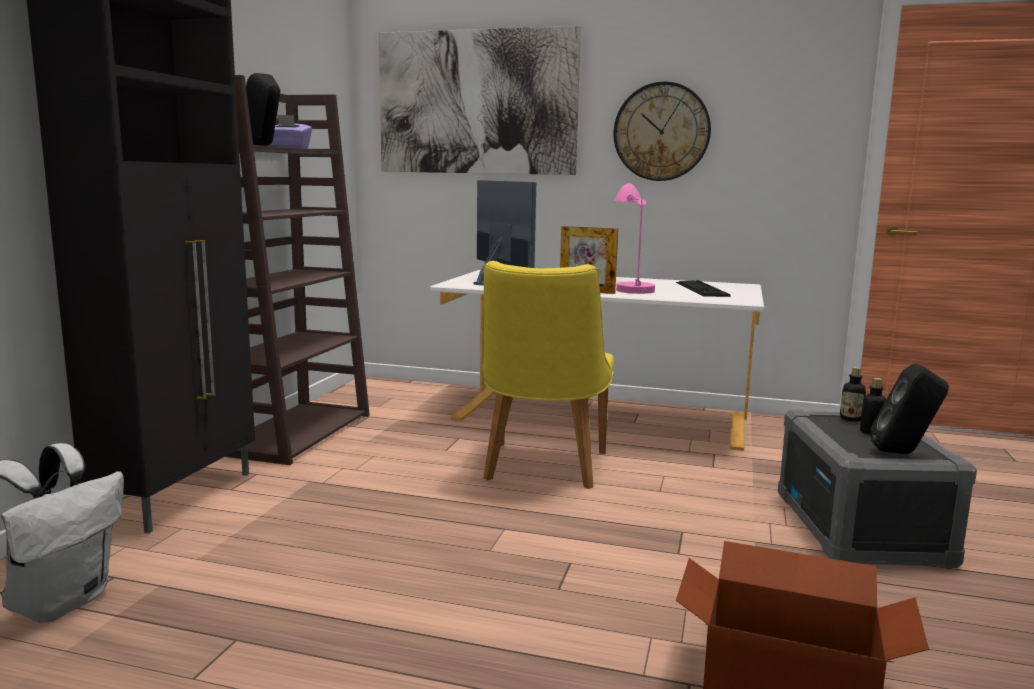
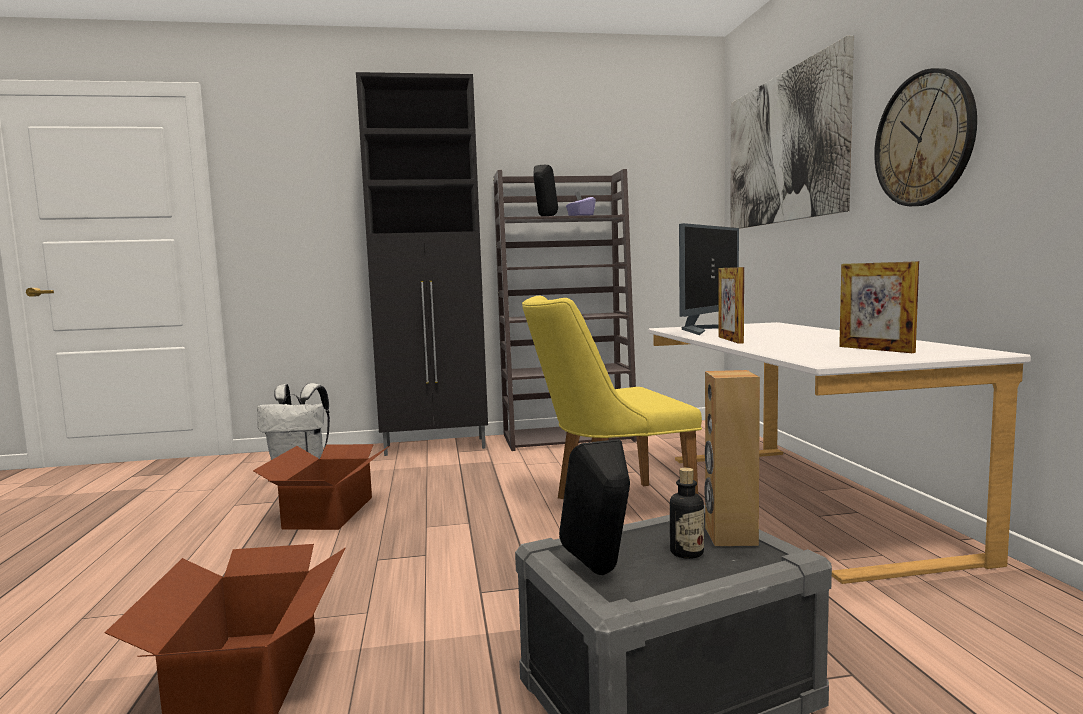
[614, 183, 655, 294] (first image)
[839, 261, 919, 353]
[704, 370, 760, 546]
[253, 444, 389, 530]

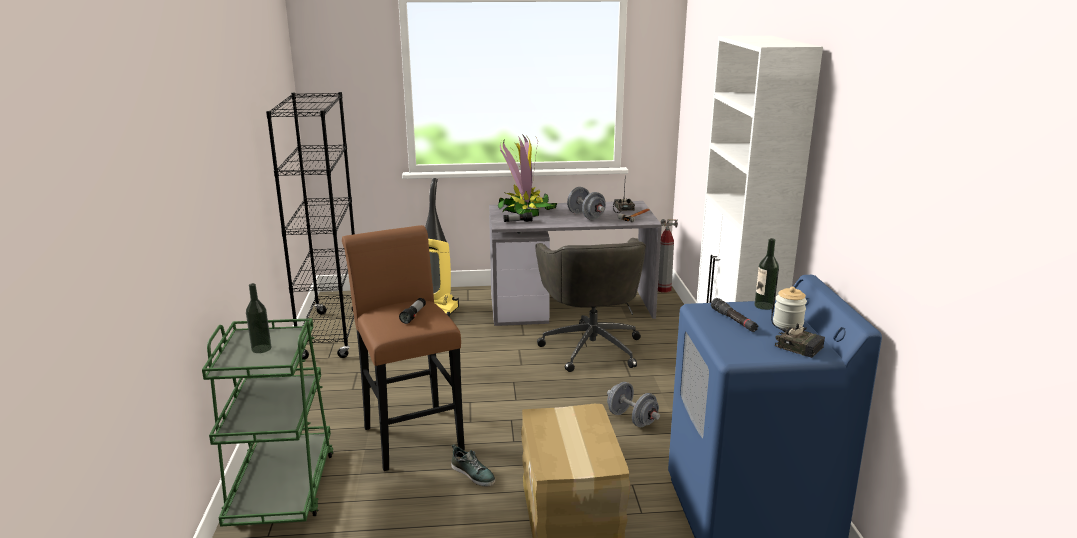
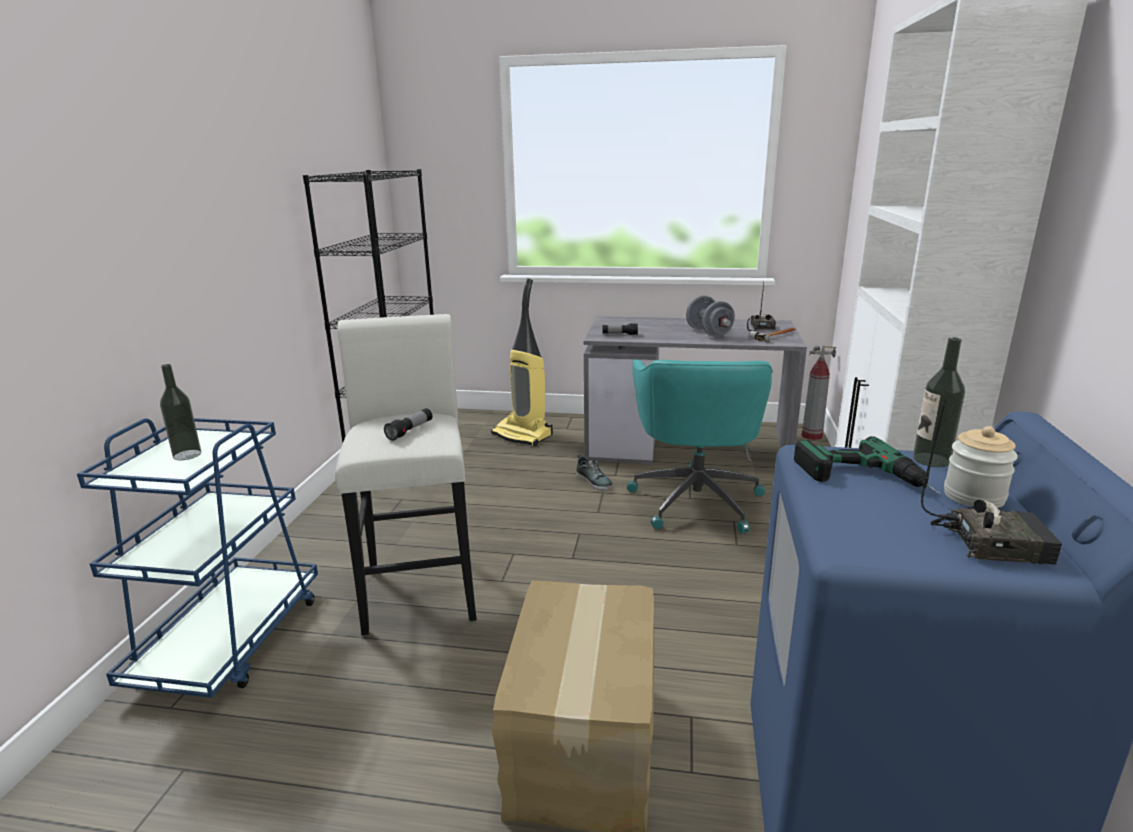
[77, 418, 318, 698]
[335, 314, 477, 635]
[576, 454, 612, 491]
[498, 133, 557, 217] (first image)
[627, 359, 773, 533]
[607, 382, 660, 427] (first image)
[794, 436, 941, 495]
[921, 400, 1062, 565]

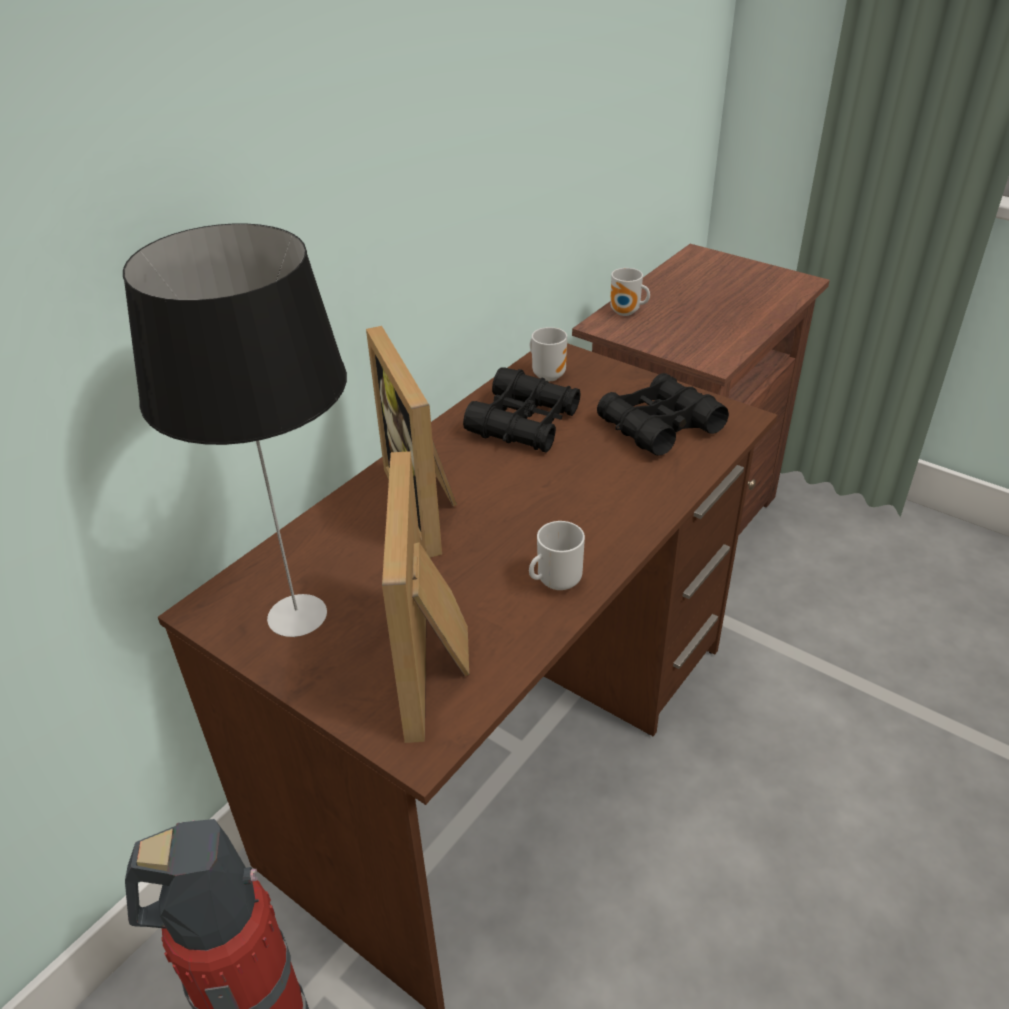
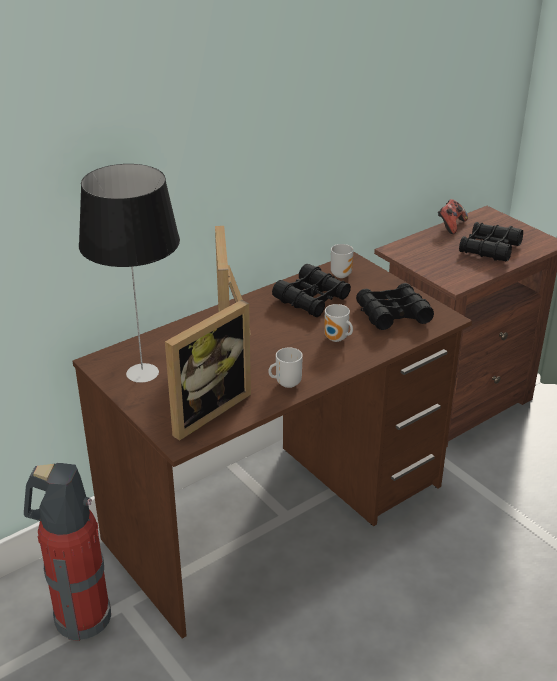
[165, 300, 251, 441]
[324, 304, 353, 342]
[438, 199, 468, 234]
[459, 222, 523, 261]

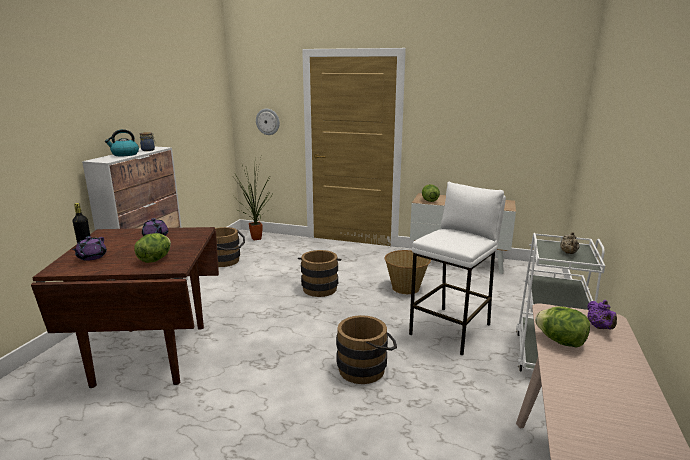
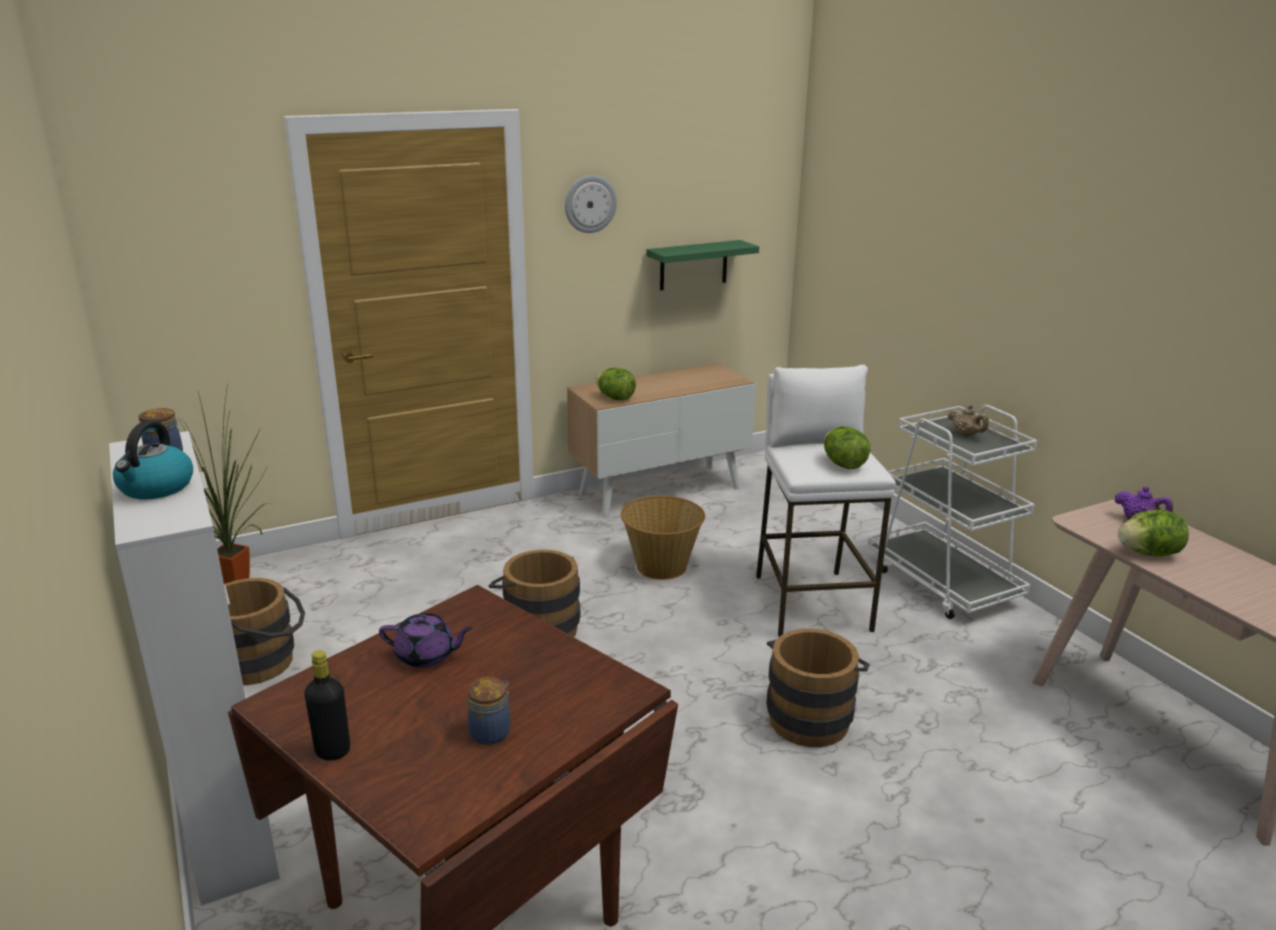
[73, 236, 107, 261] (first image)
[824, 426, 871, 469]
[565, 175, 617, 233]
[467, 677, 511, 745]
[647, 240, 759, 290]

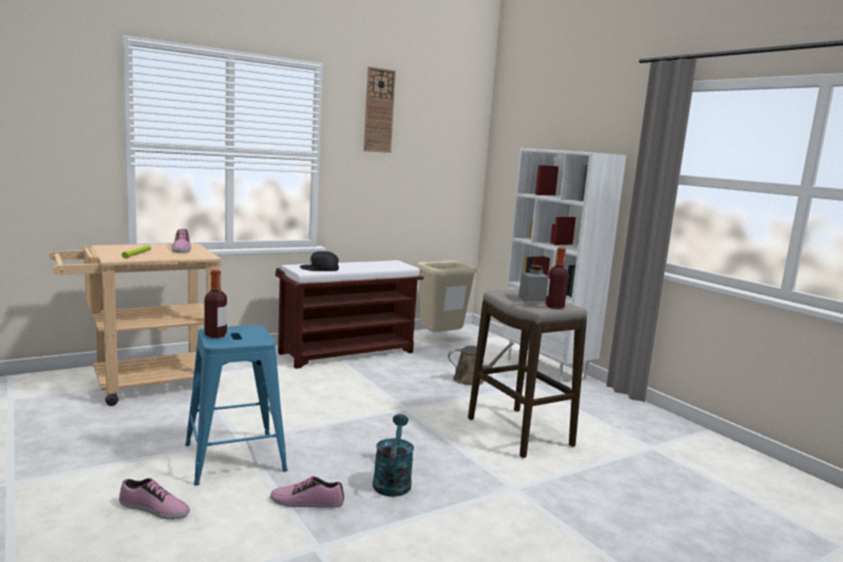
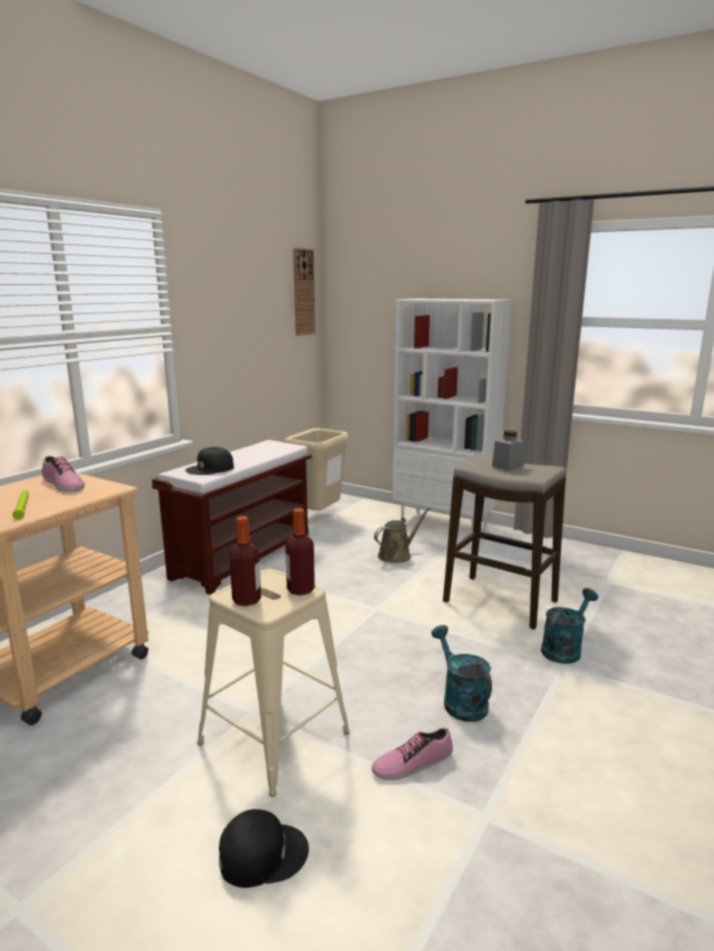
[219, 809, 309, 888]
[197, 569, 350, 797]
[293, 248, 316, 336]
[285, 508, 315, 596]
[541, 588, 598, 664]

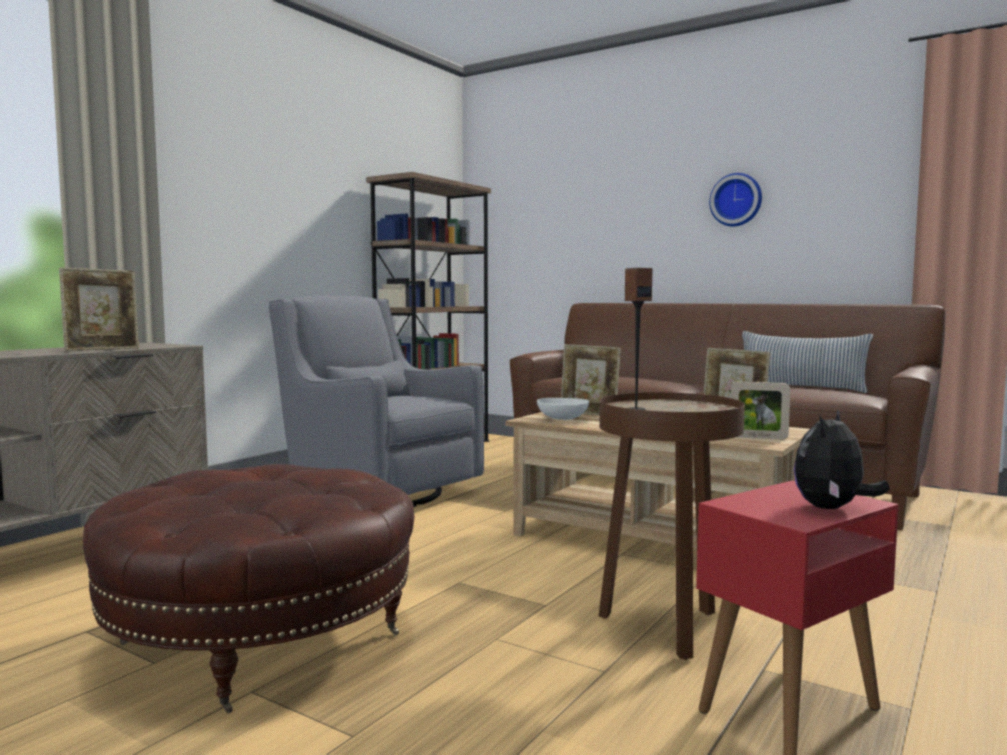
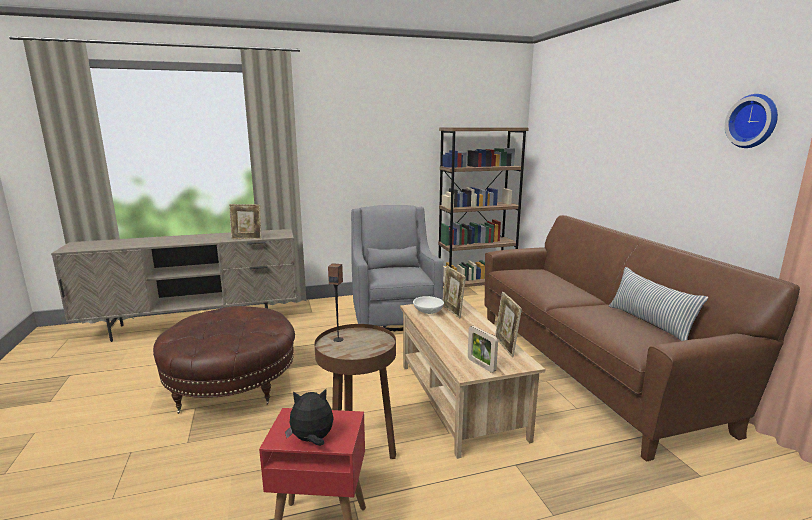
[725, 94, 778, 148]

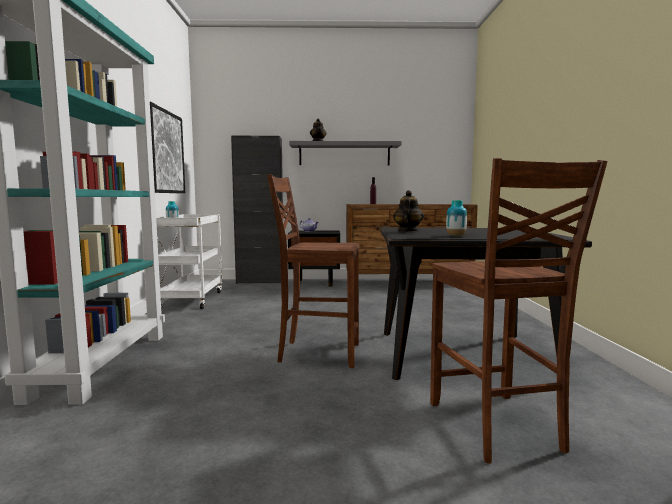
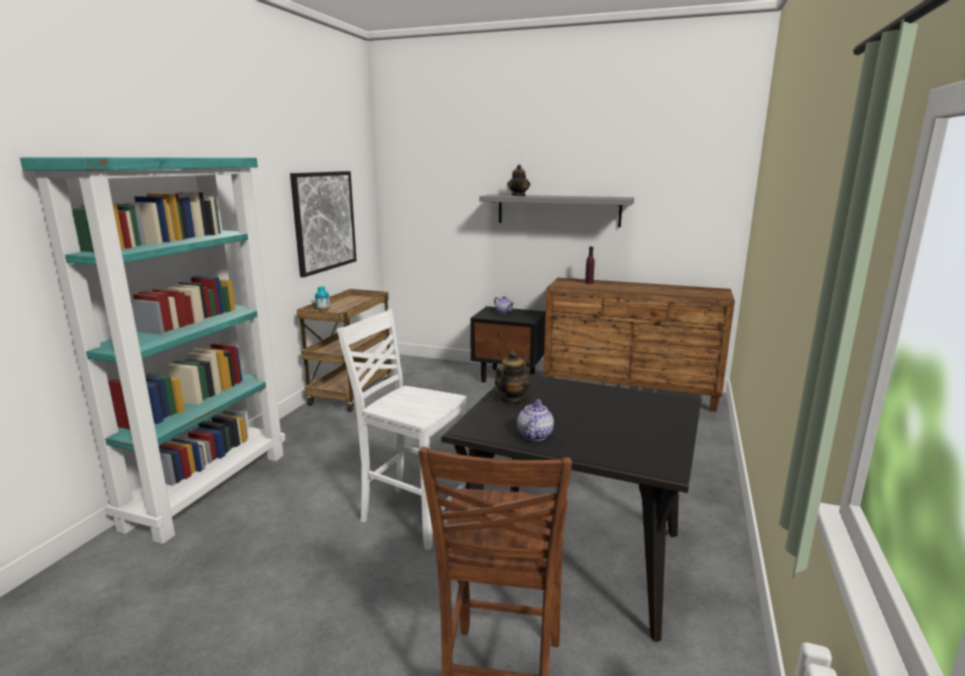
[297, 289, 392, 412]
[231, 136, 283, 284] (first image)
[337, 309, 467, 550]
[517, 400, 554, 441]

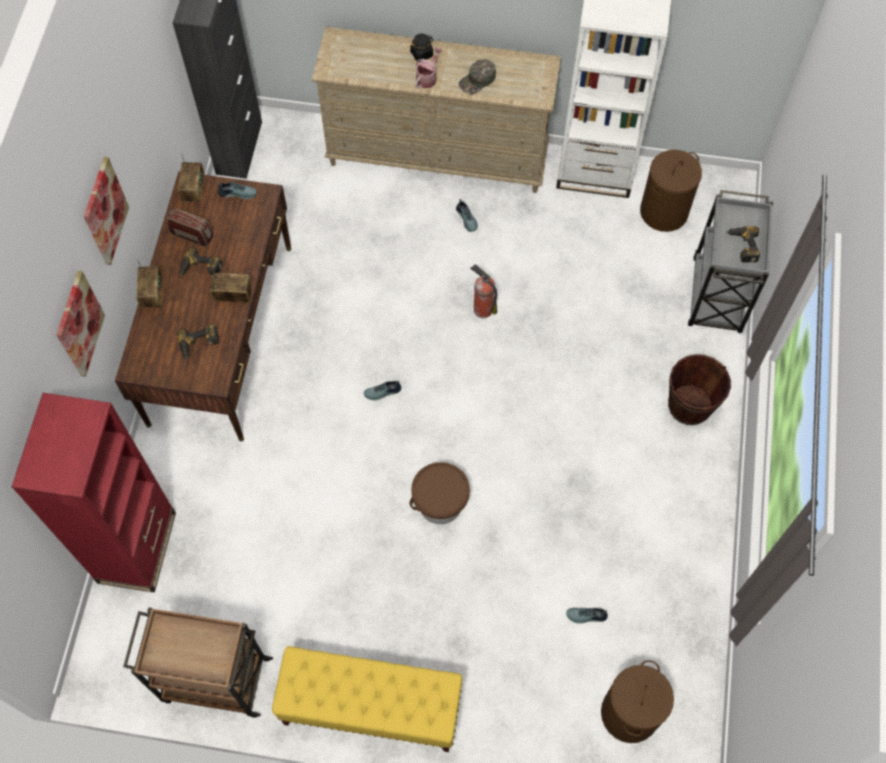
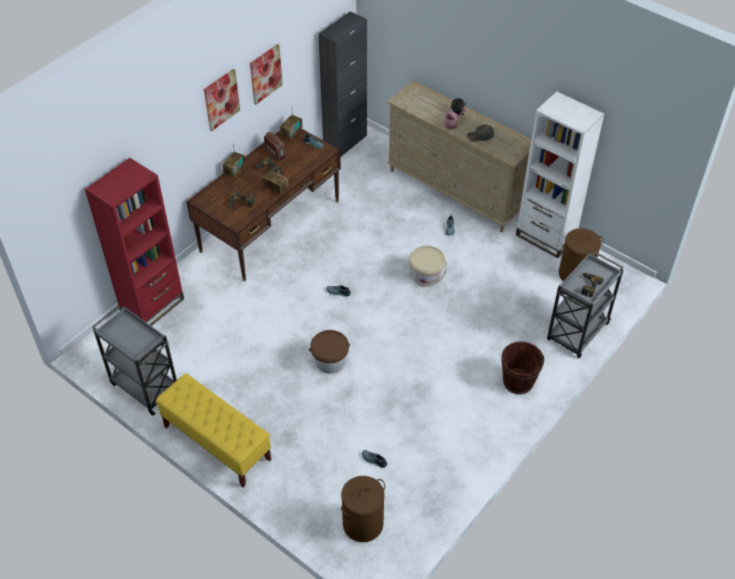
[250, 44, 283, 104]
[92, 306, 177, 416]
[409, 246, 447, 287]

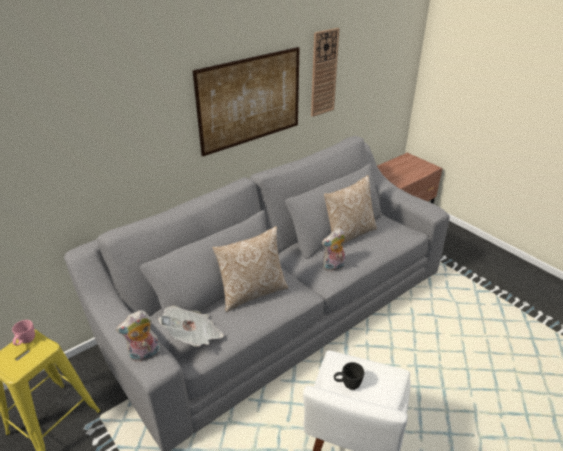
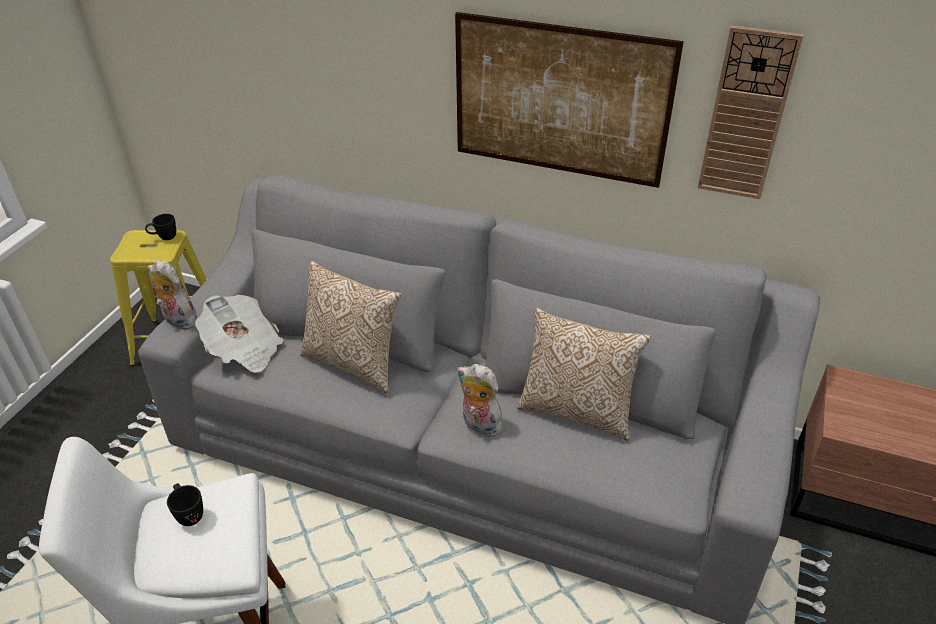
[145, 214, 176, 240]

